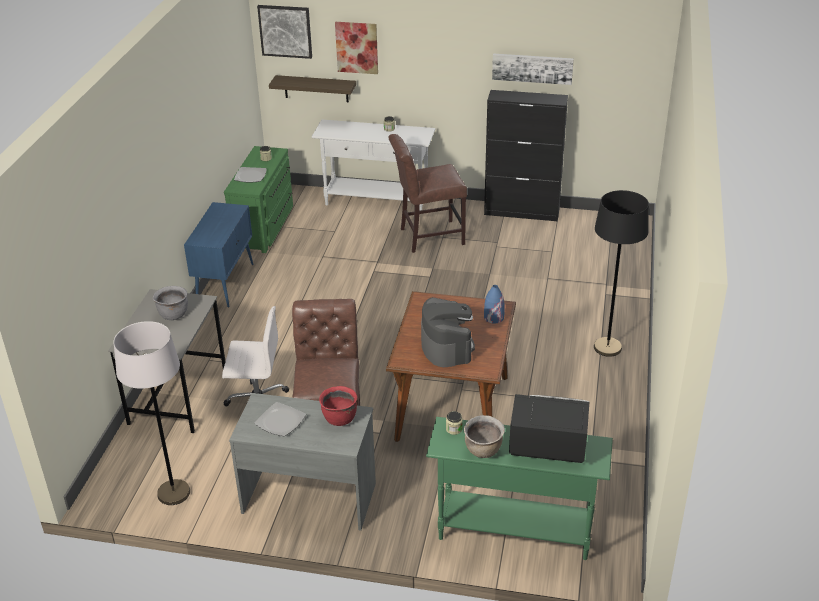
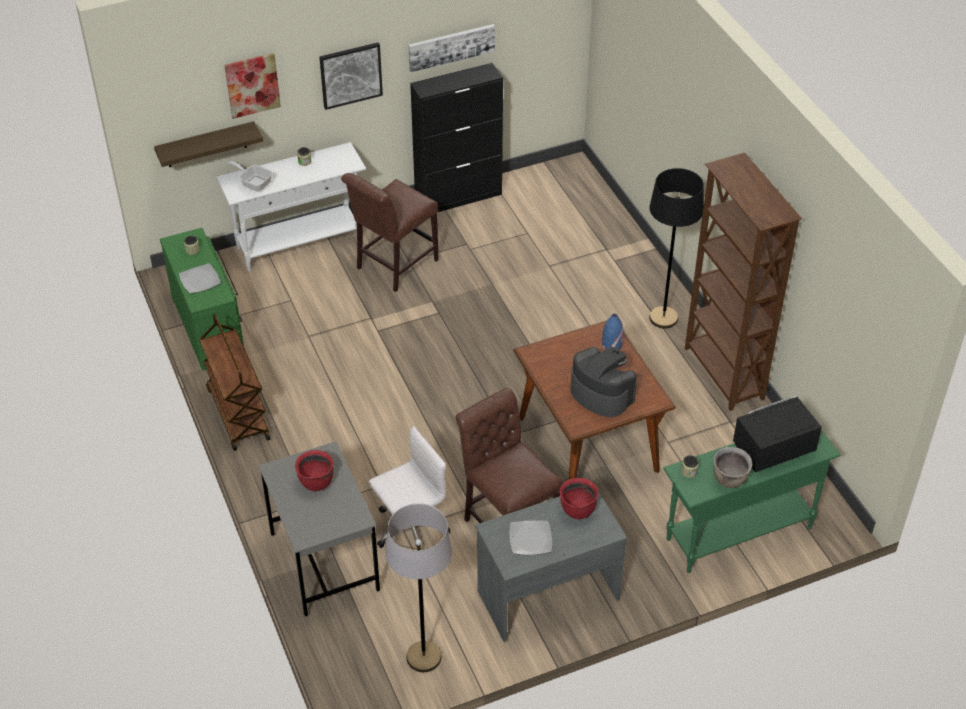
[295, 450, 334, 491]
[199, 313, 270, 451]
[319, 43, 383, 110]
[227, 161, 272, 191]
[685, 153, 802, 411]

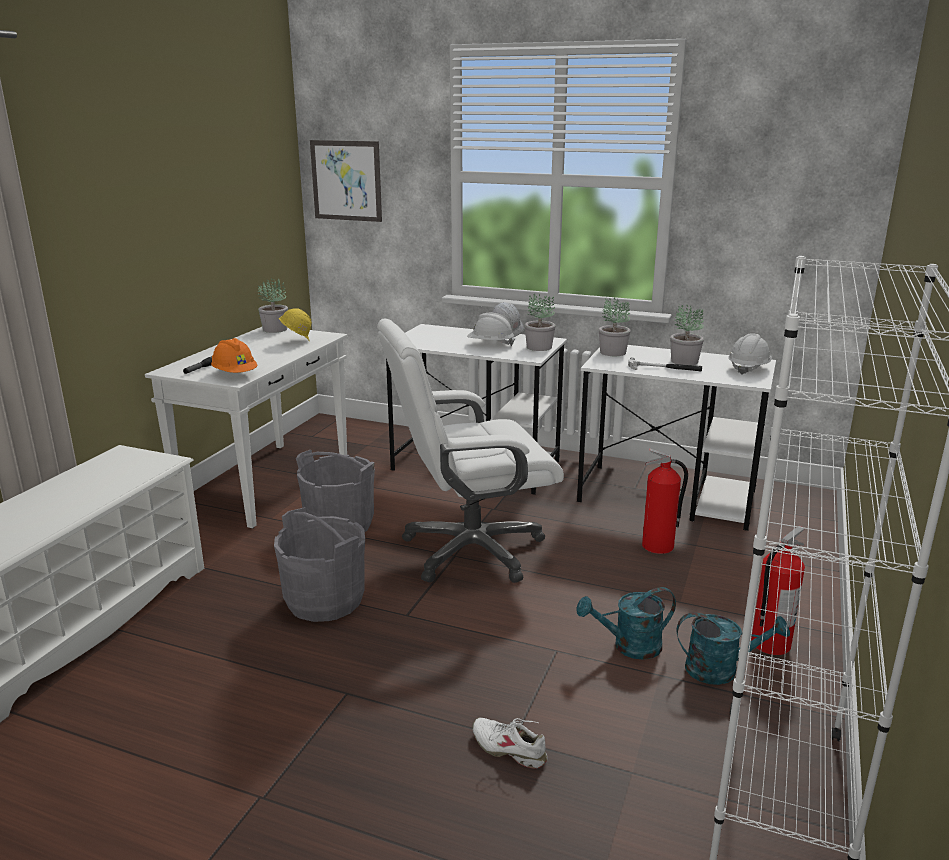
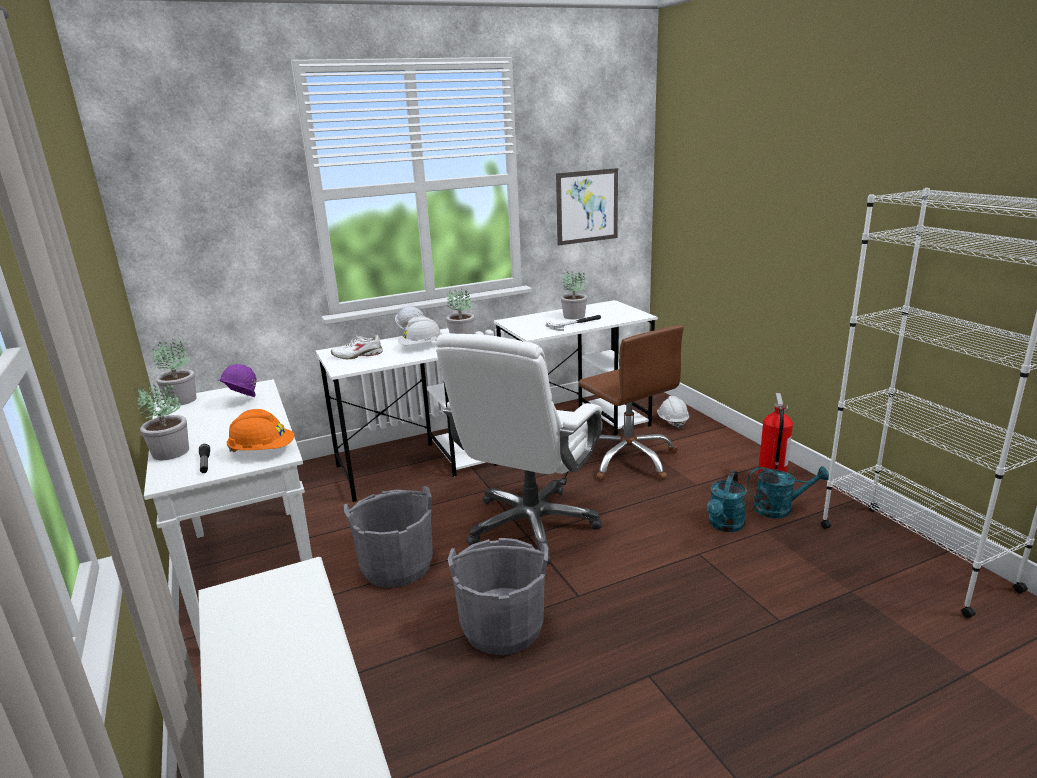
[219, 364, 256, 397]
[556, 168, 618, 246]
[331, 334, 383, 359]
[137, 384, 189, 460]
[578, 325, 684, 480]
[747, 466, 829, 518]
[657, 396, 689, 429]

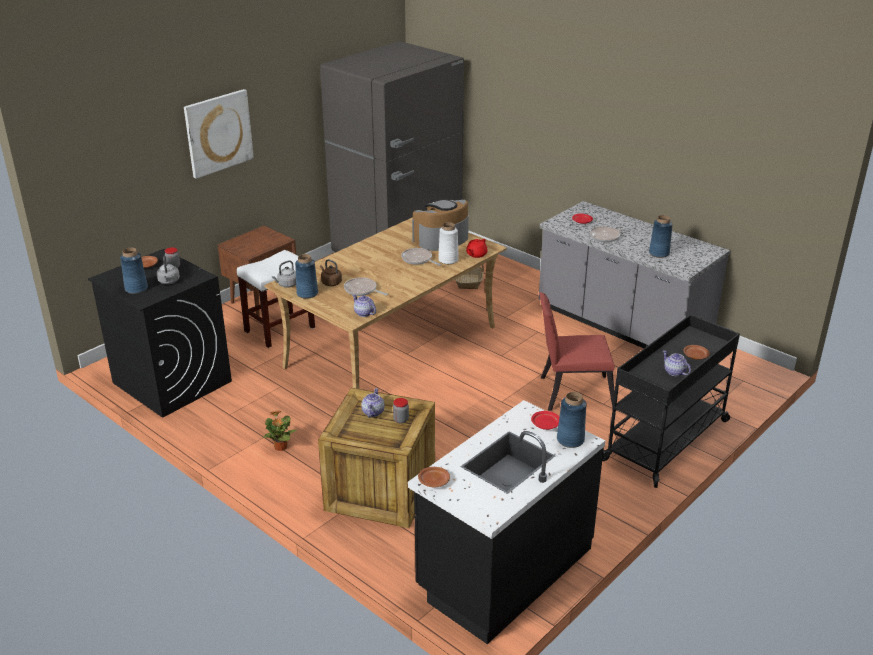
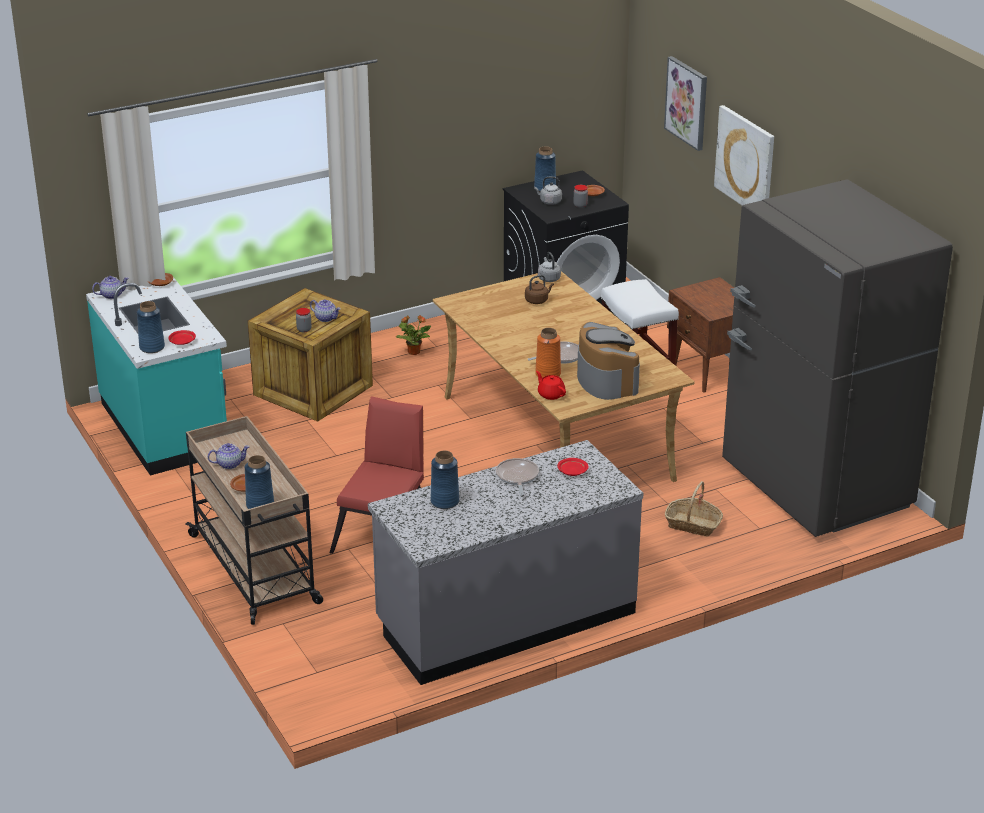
[245, 455, 274, 509]
[344, 277, 388, 296] (first image)
[92, 276, 129, 299]
[86, 277, 227, 475]
[535, 328, 561, 378]
[185, 416, 323, 625]
[664, 56, 707, 151]

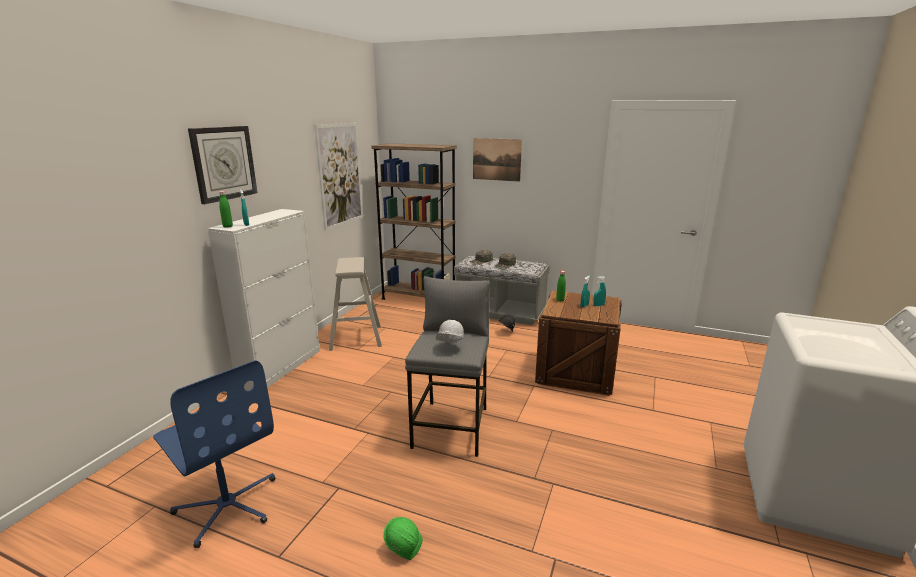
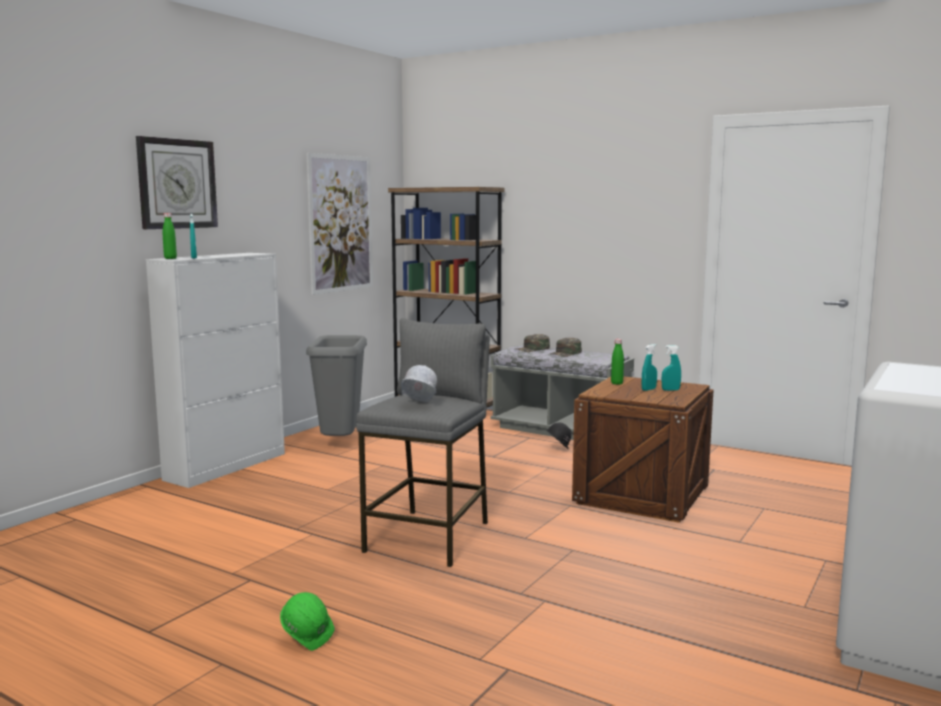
[153, 360, 276, 548] (first image)
[306, 335, 367, 436]
[473, 138, 522, 182] (first image)

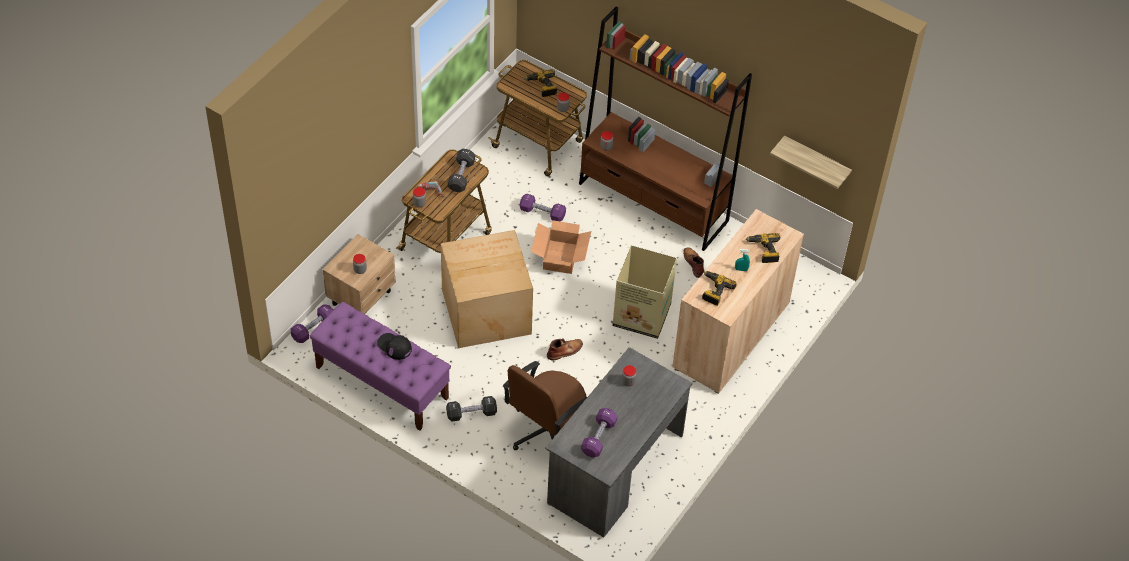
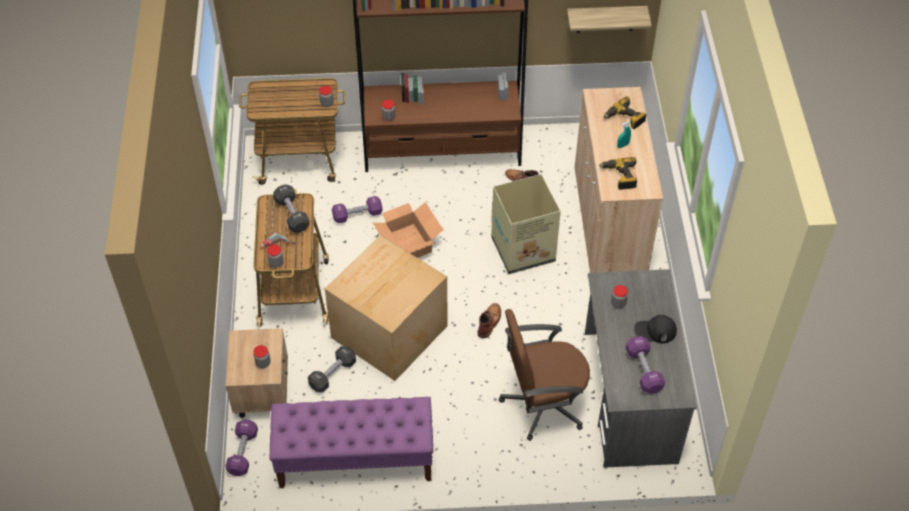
[634, 315, 677, 343]
[308, 346, 356, 392]
[499, 309, 590, 441]
[524, 69, 557, 97] (first image)

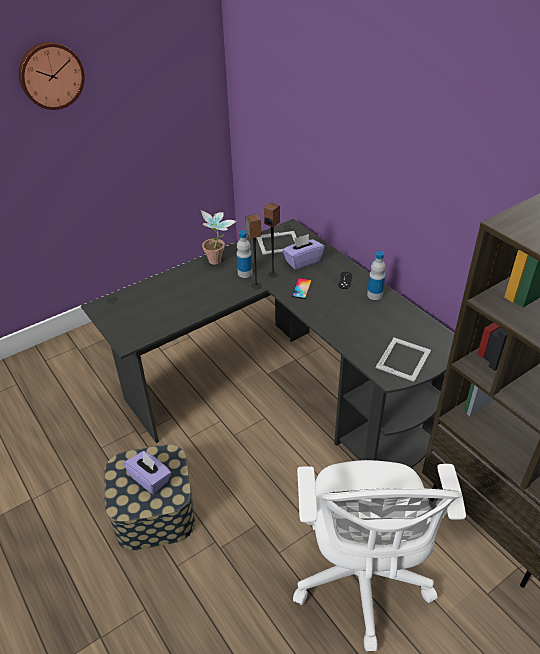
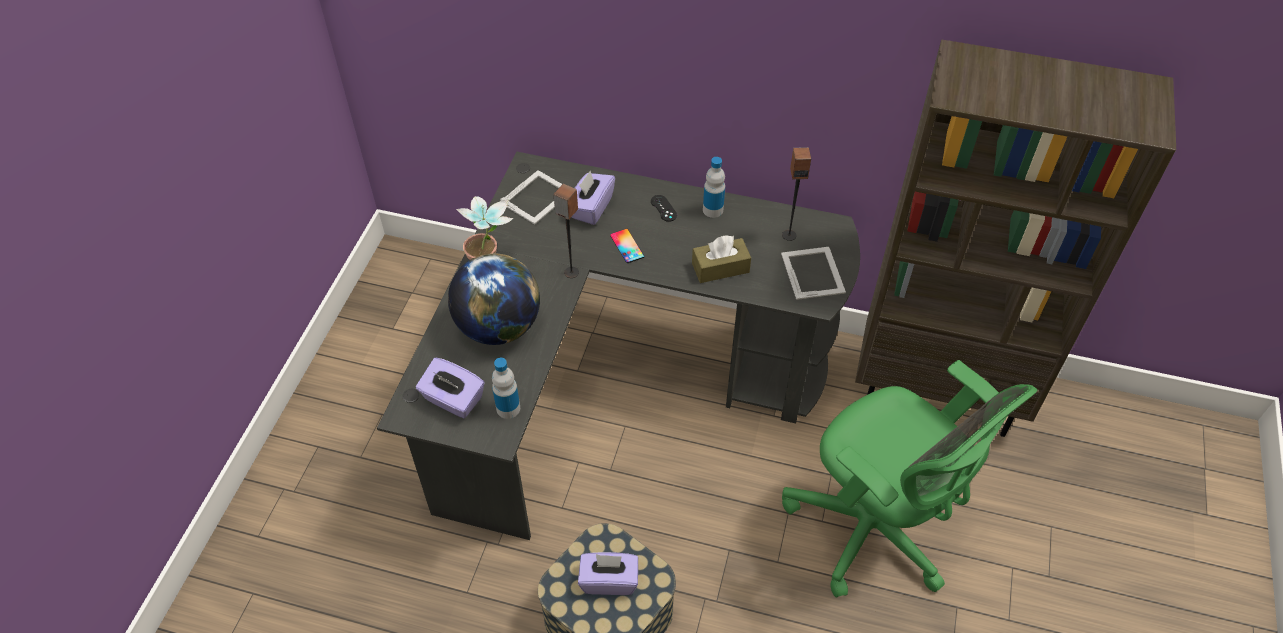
[19, 42, 85, 110] (first image)
[492, 358, 520, 419]
[782, 147, 811, 241]
[782, 360, 1037, 597]
[416, 358, 485, 418]
[448, 253, 540, 345]
[692, 235, 751, 283]

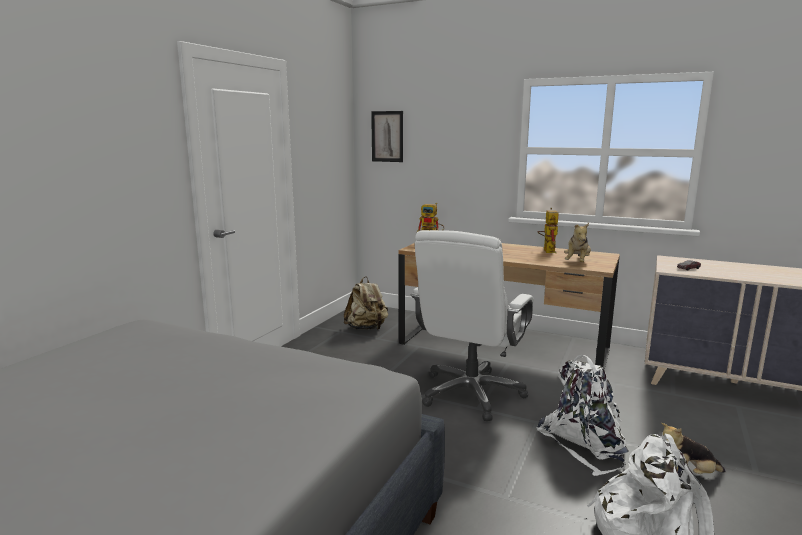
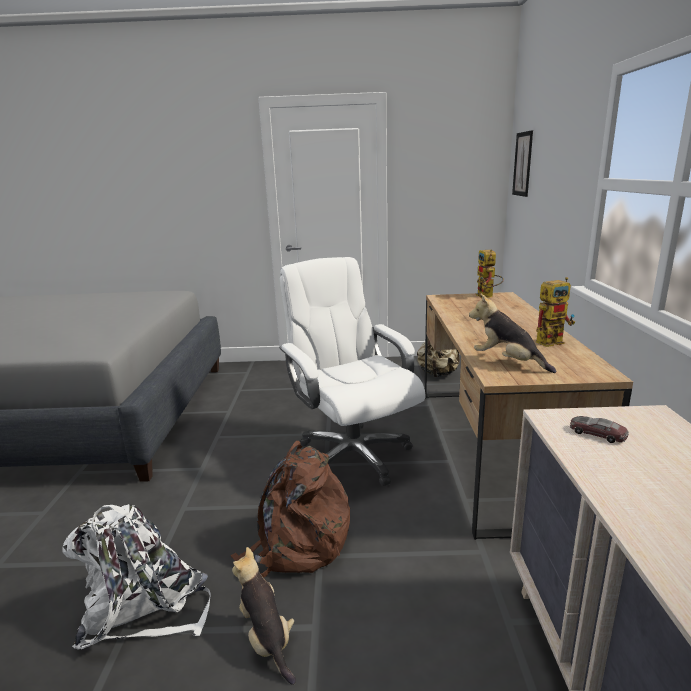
[279, 257, 425, 486]
[231, 441, 350, 577]
[469, 294, 556, 373]

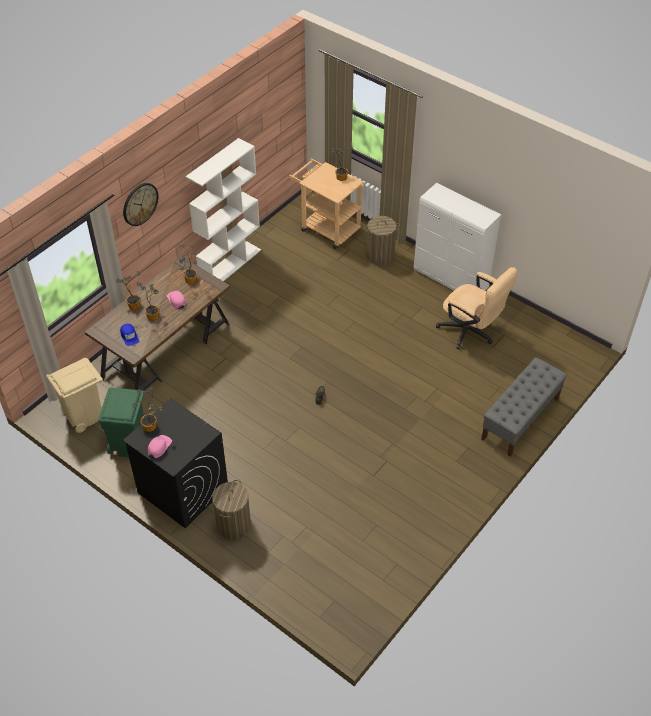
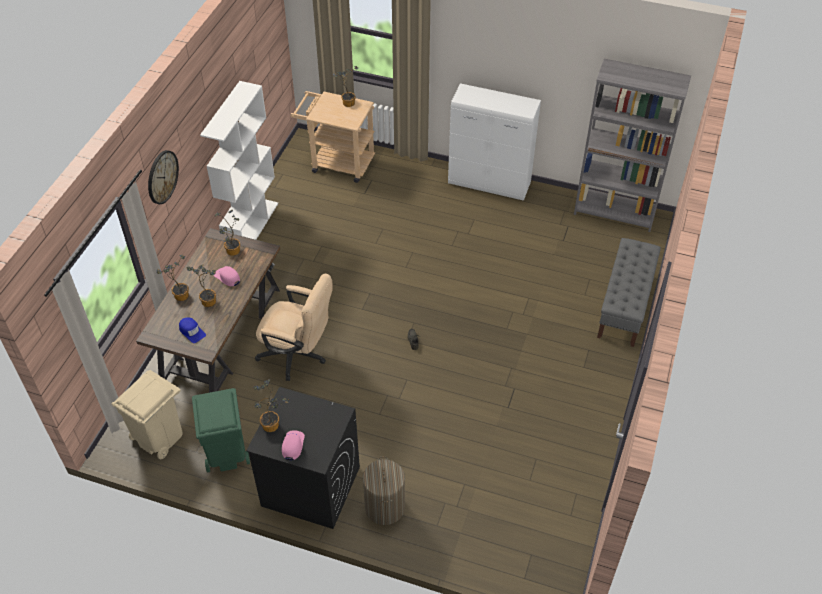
[364, 216, 400, 265] (first image)
[255, 273, 333, 381]
[574, 59, 691, 232]

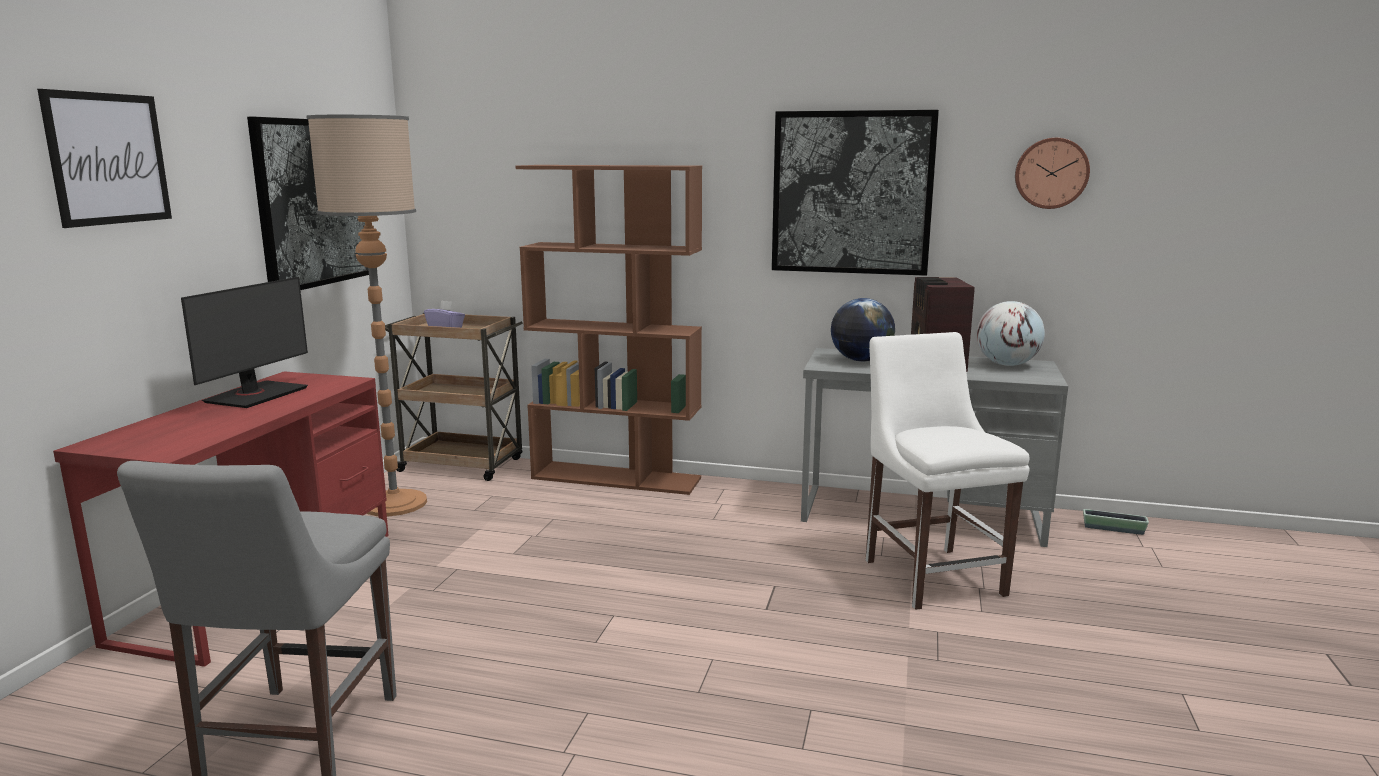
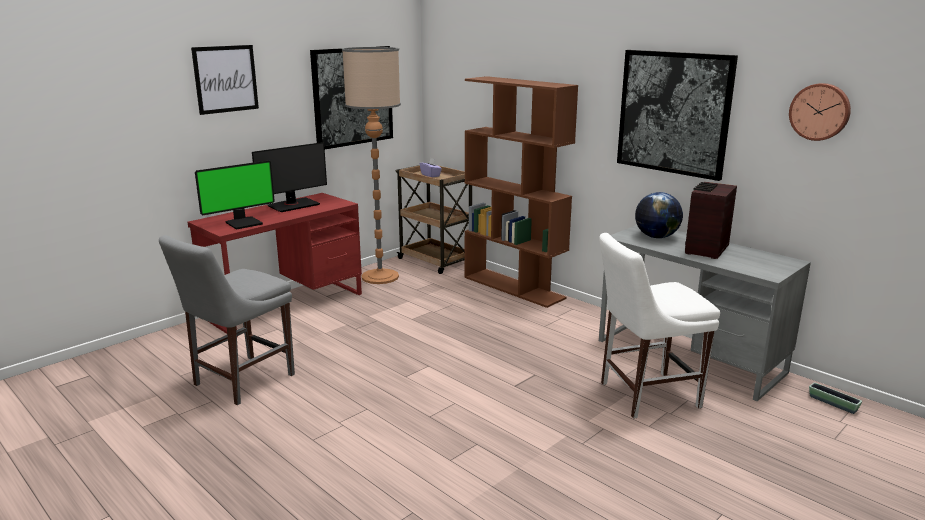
[599, 233, 720, 419]
[977, 301, 1045, 366] (first image)
[195, 160, 275, 230]

